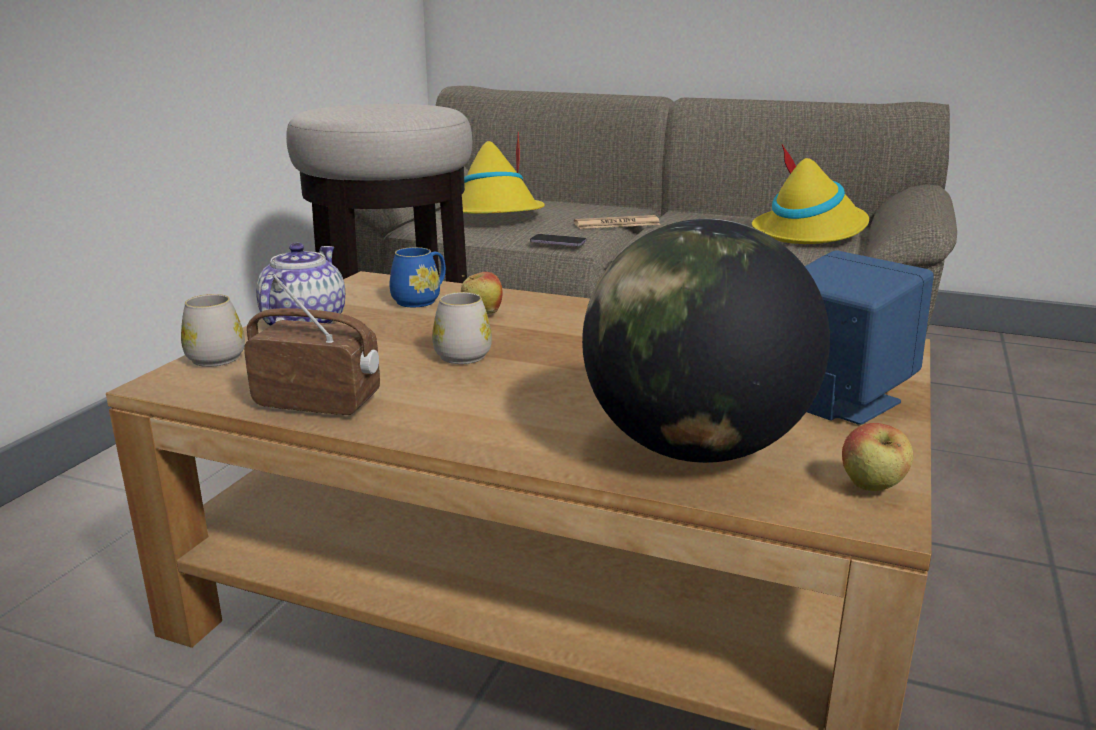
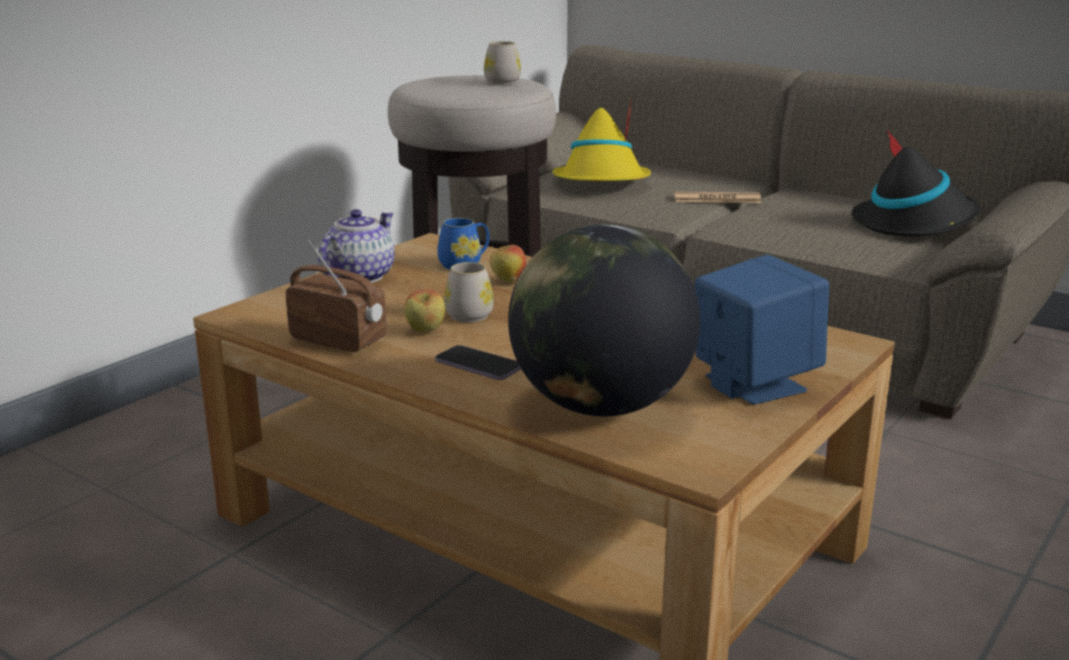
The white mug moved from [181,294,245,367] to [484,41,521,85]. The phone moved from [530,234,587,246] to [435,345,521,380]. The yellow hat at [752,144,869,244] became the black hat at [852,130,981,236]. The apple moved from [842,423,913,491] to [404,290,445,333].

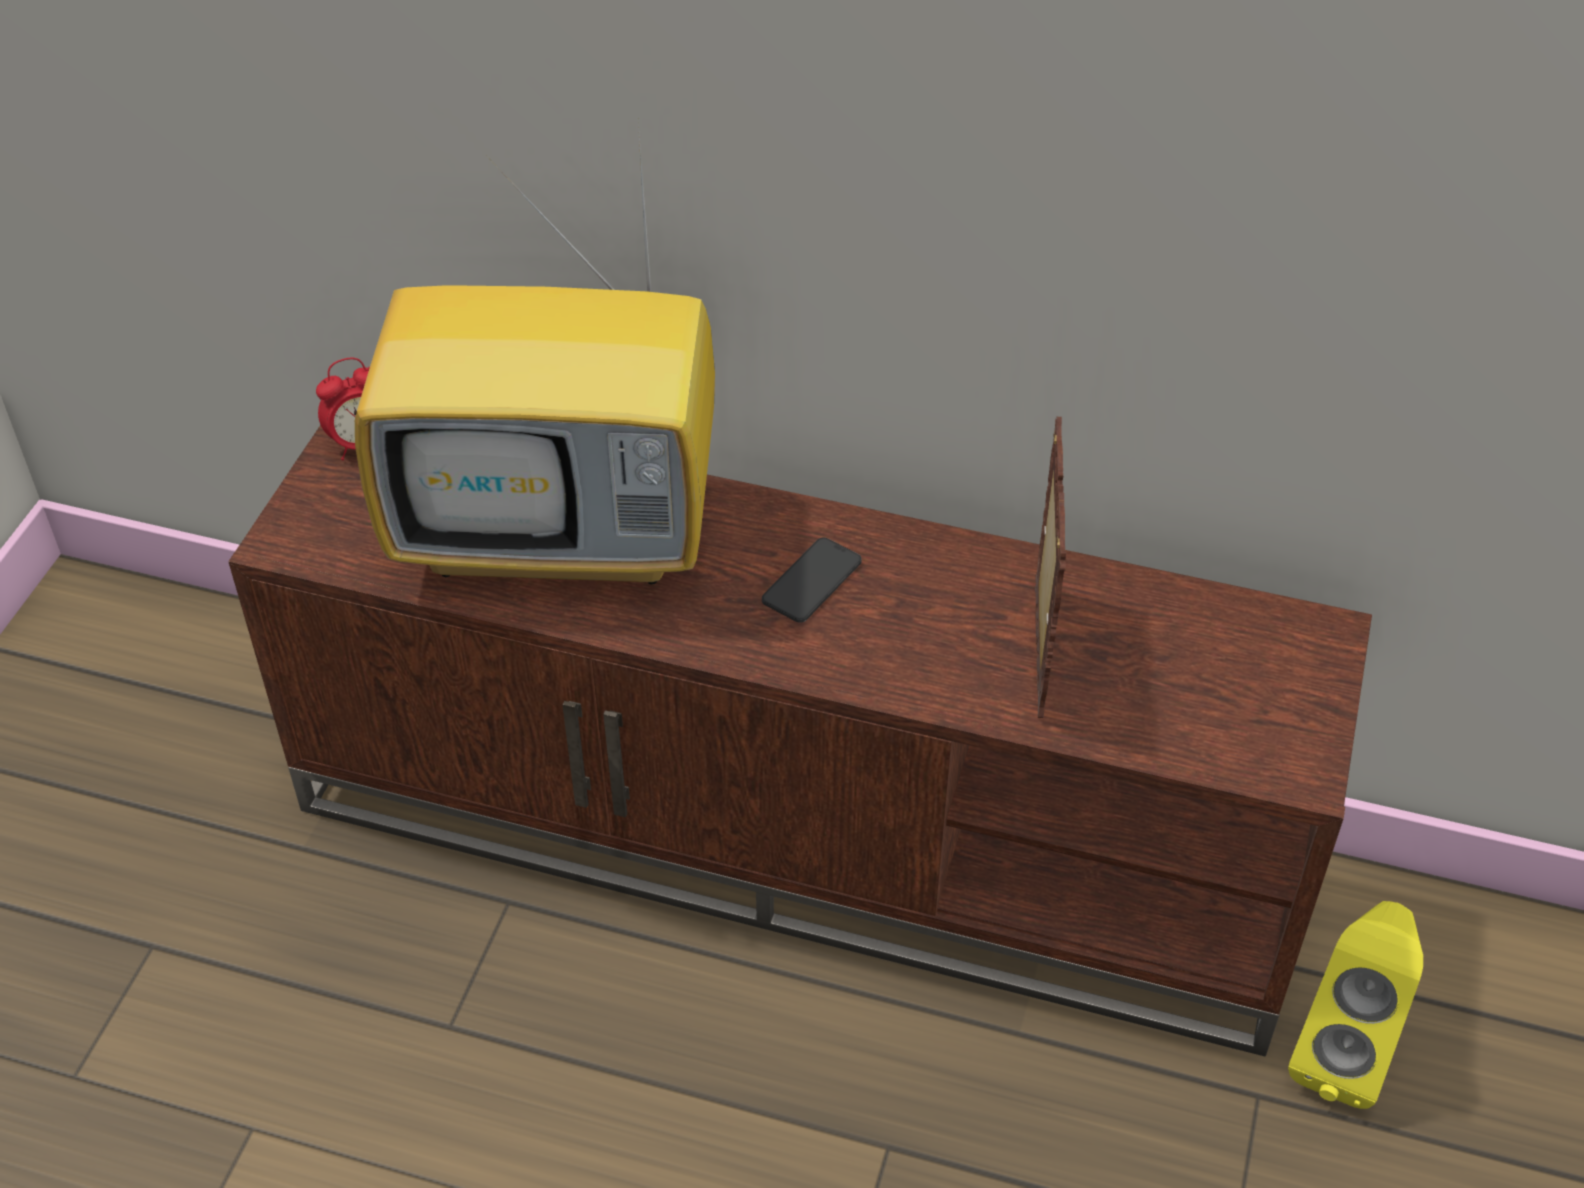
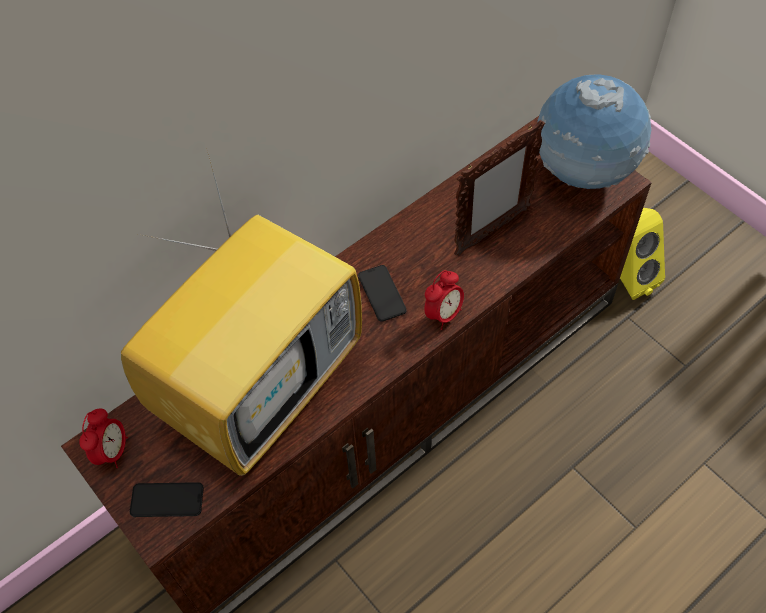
The picture frame at [1035,417,1066,718] turned 105 degrees clockwise. The phone at [130,482,204,517] appeared. The alarm clock at [424,270,464,330] appeared. The globe at [537,74,651,189] appeared.

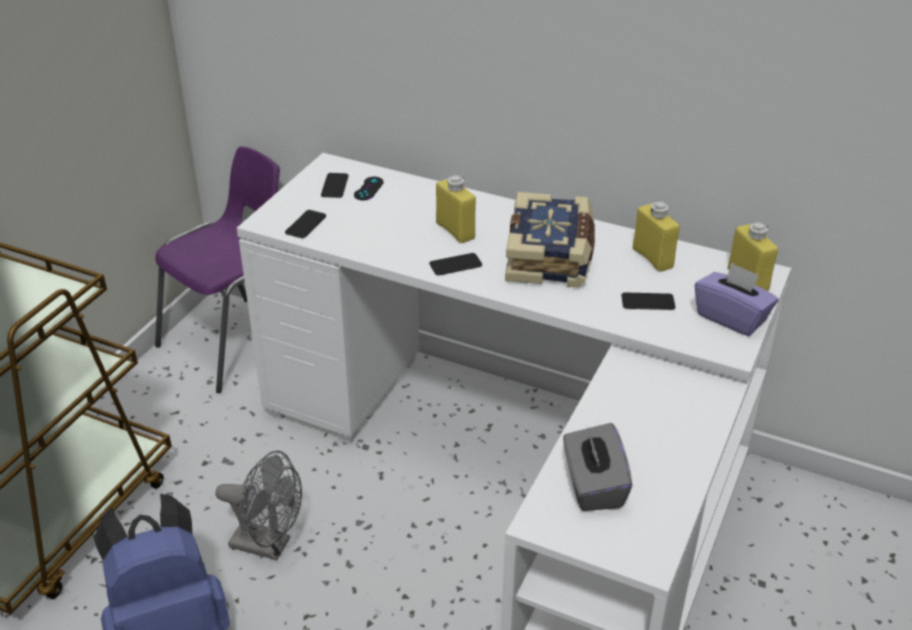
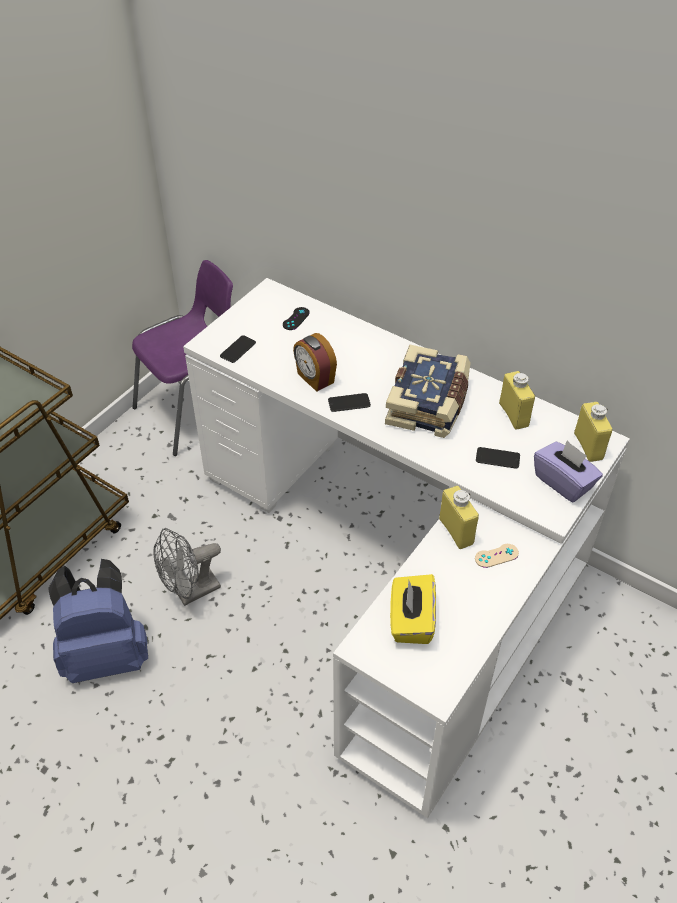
The grey fan at [215,450,302,560] turned 120 degrees clockwise. The phone at [321,173,349,198] disappeared. The yellow bottle moved from [436,175,476,243] to [439,486,479,549]. The grey tissue box at [563,423,632,511] became the yellow tissue box at [390,574,436,644]. The alarm clock at [293,333,337,392] appeared. The beige game controller at [475,544,519,568] appeared.

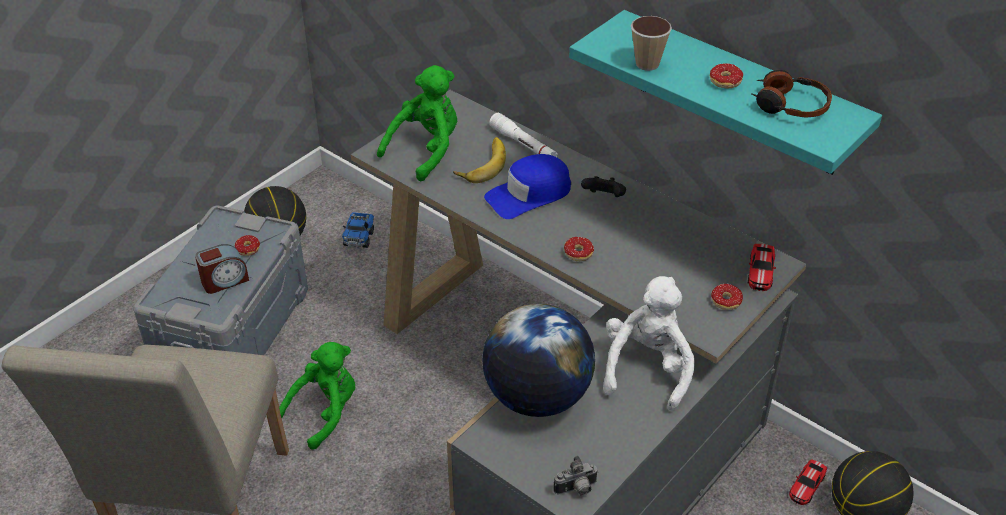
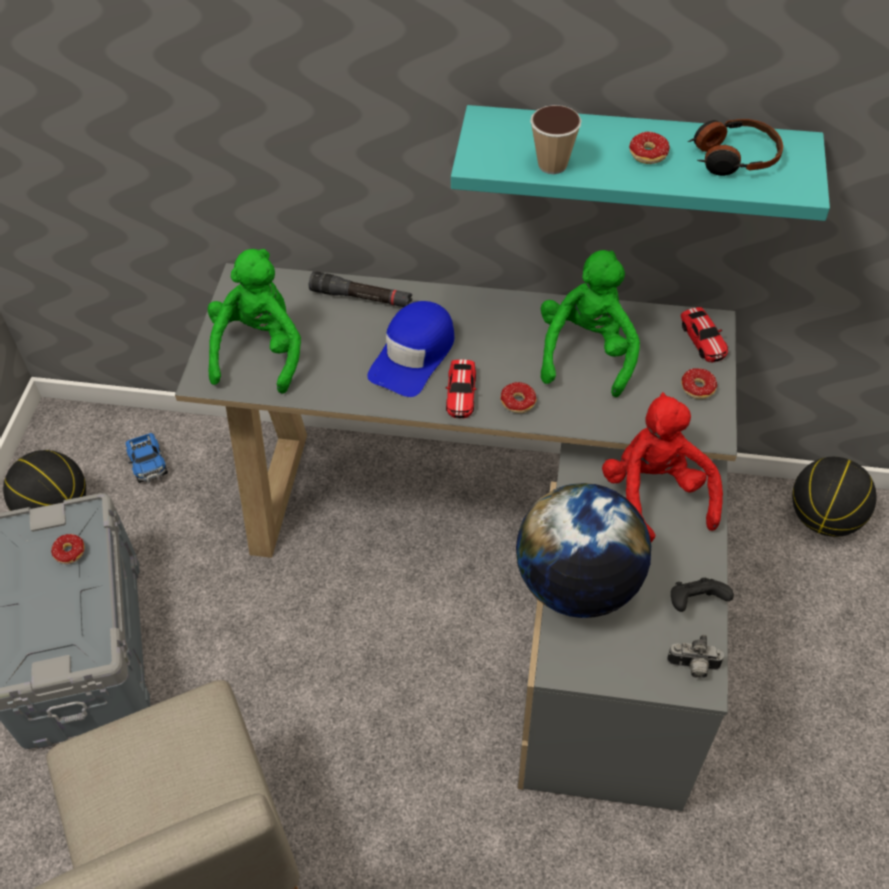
The alarm clock at [195,244,249,294] disappeared. The green plush toy moved from [279,342,355,450] to [541,250,640,397]. The banana at [453,137,506,183] disappeared. The white flashlight at [489,113,558,157] became the black flashlight at [309,271,412,307]. The photo camera at [553,456,598,496] turned 60 degrees clockwise. The black game controller moved from [581,176,626,197] to [671,578,734,612]. The white plush toy at [603,276,695,411] became the red plush toy at [602,392,723,542]. The toy car moved from [789,459,827,505] to [446,359,477,419].

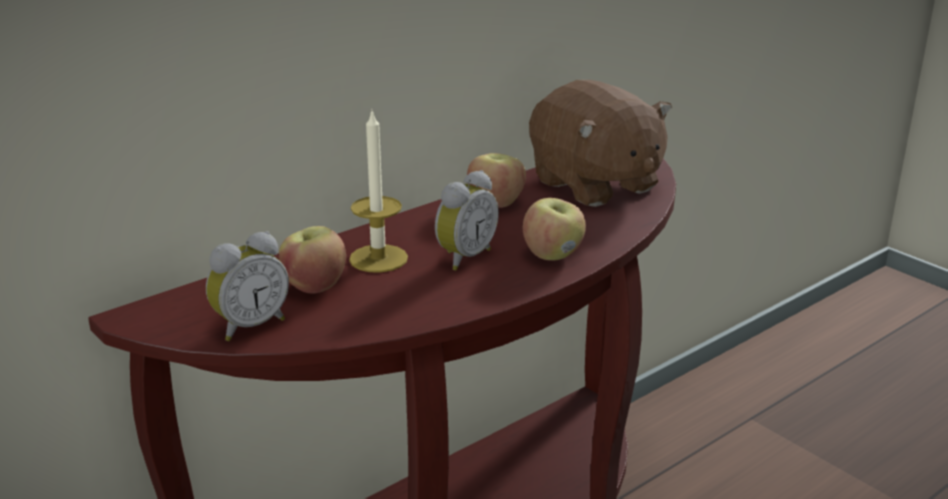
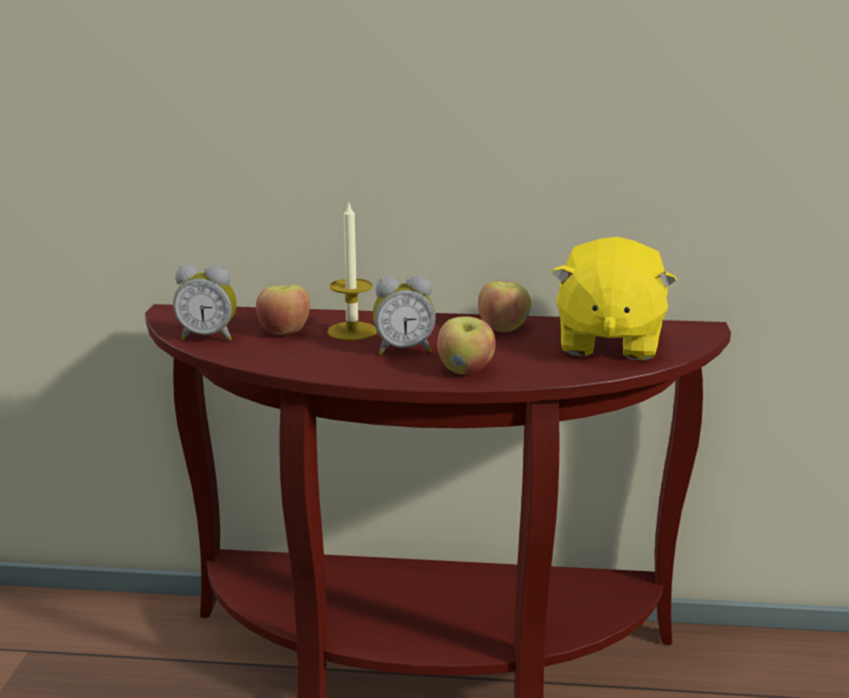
The brown plush toy at [529,80,672,207] became the yellow plush toy at [551,237,677,361].

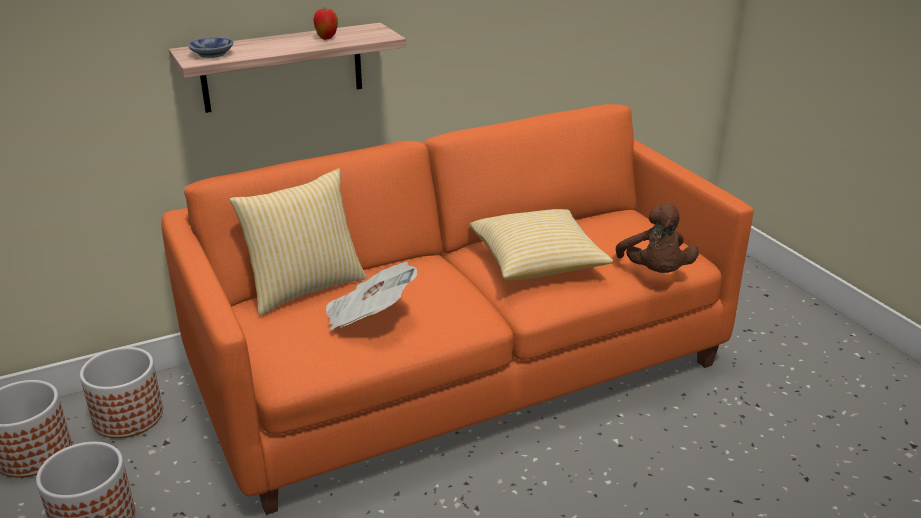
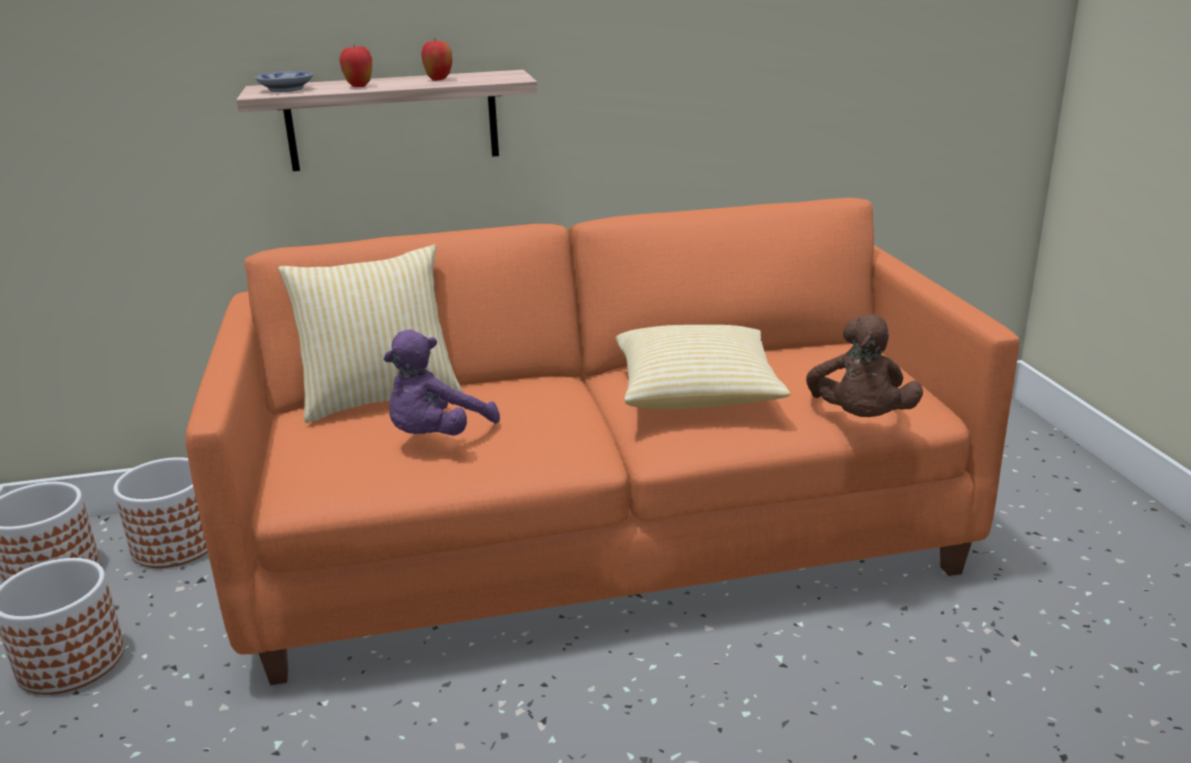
The newspaper at [326,262,417,330] was replaced by the purple plush toy at [383,329,500,435]. The apple at [339,44,372,87] appeared.

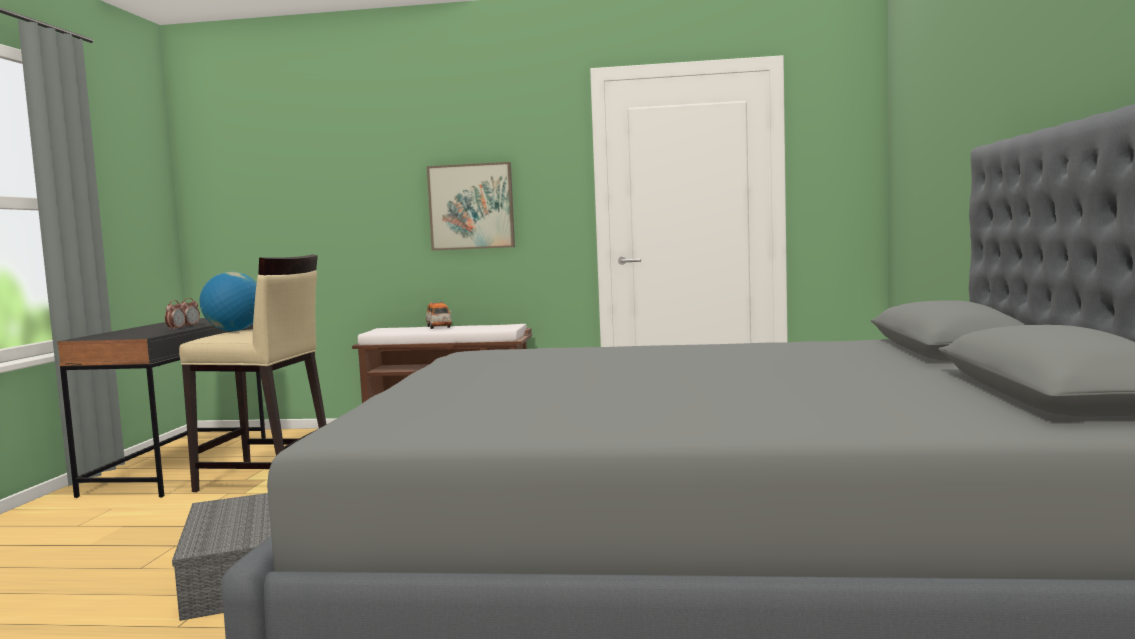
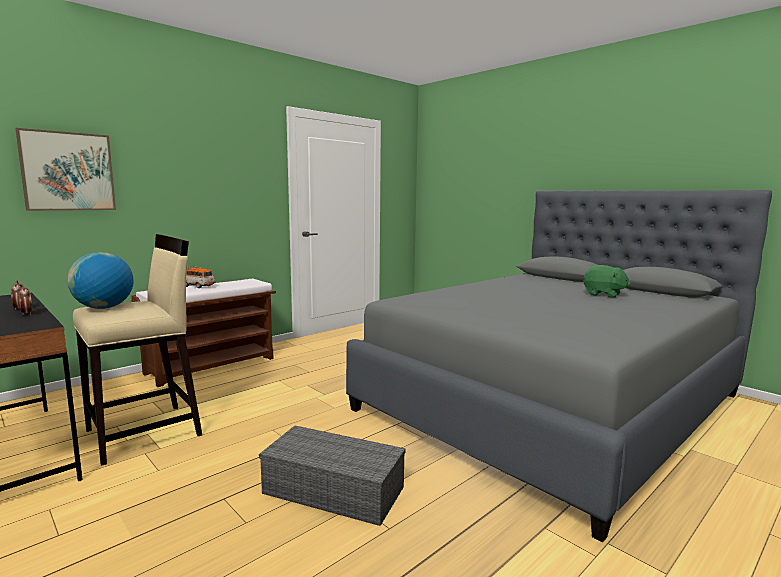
The picture moved from [427,162,515,251] to [15,128,116,211]. The green plush toy at [583,265,631,298] appeared.

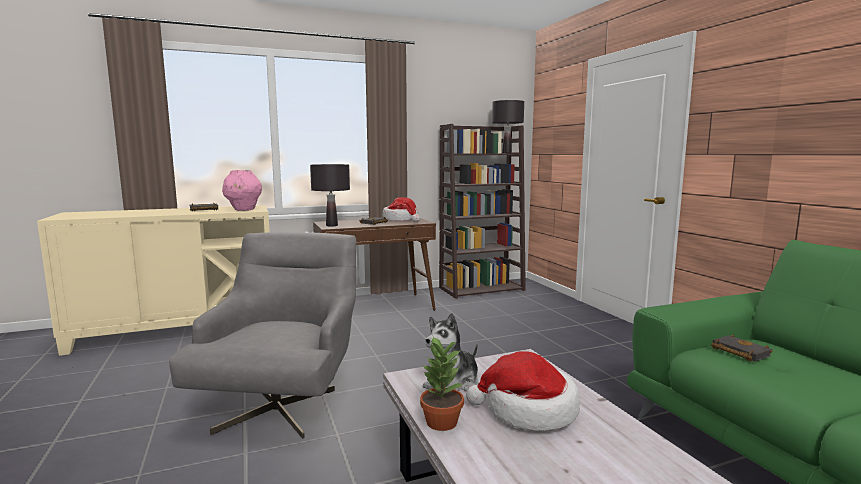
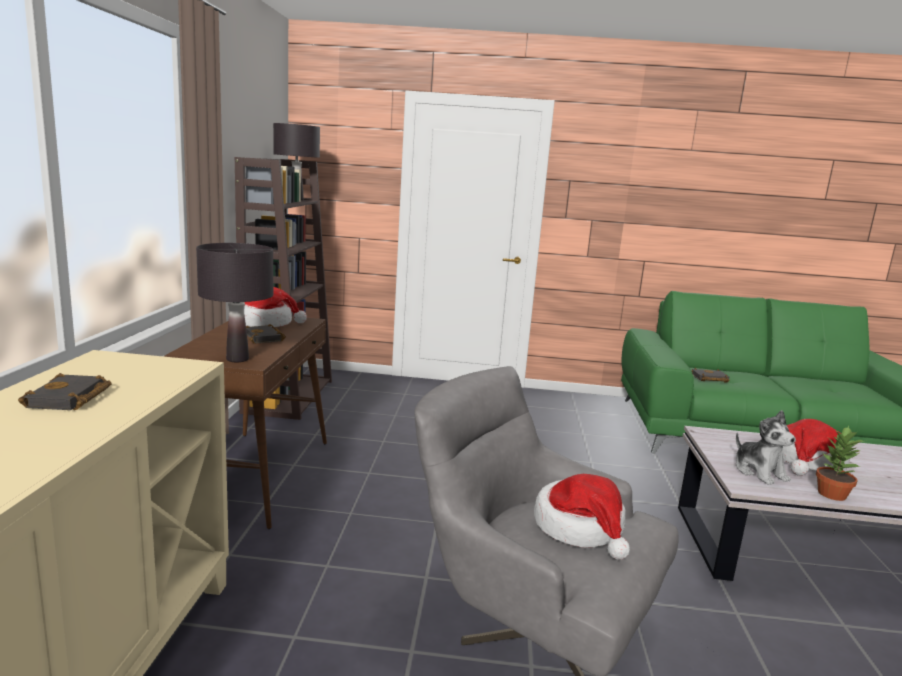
The pink vase at [222,170,262,211] disappeared. The hat at [534,474,630,560] appeared.

